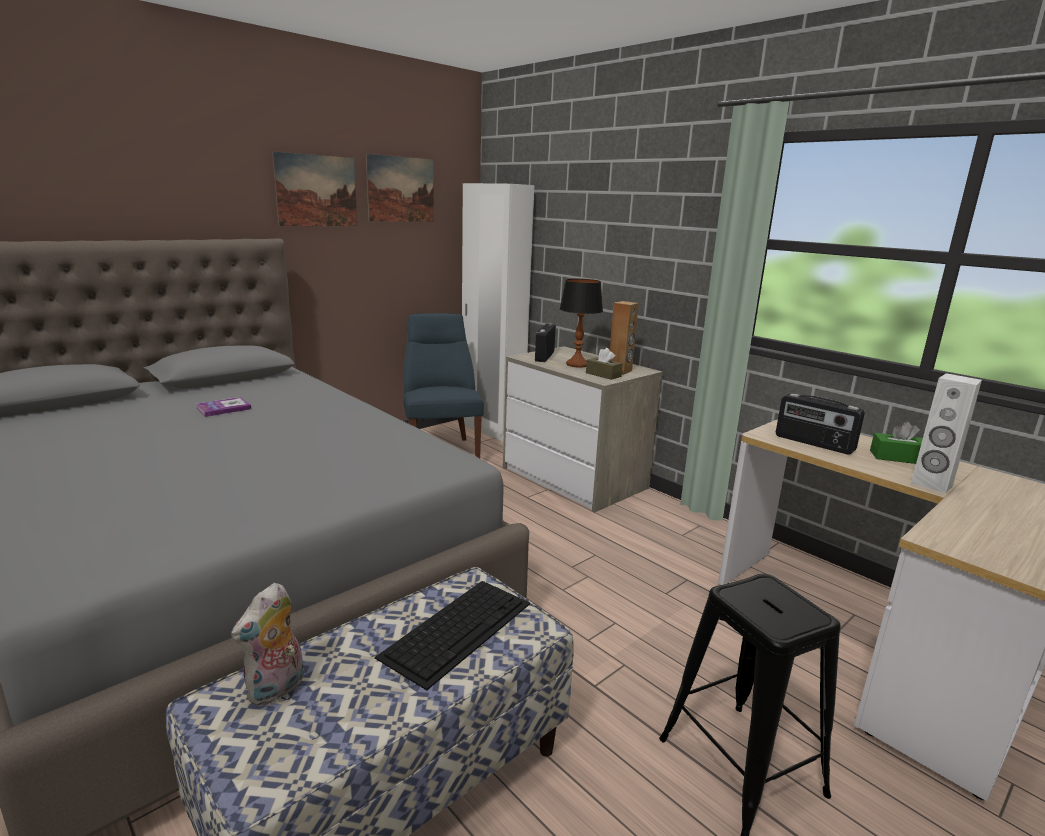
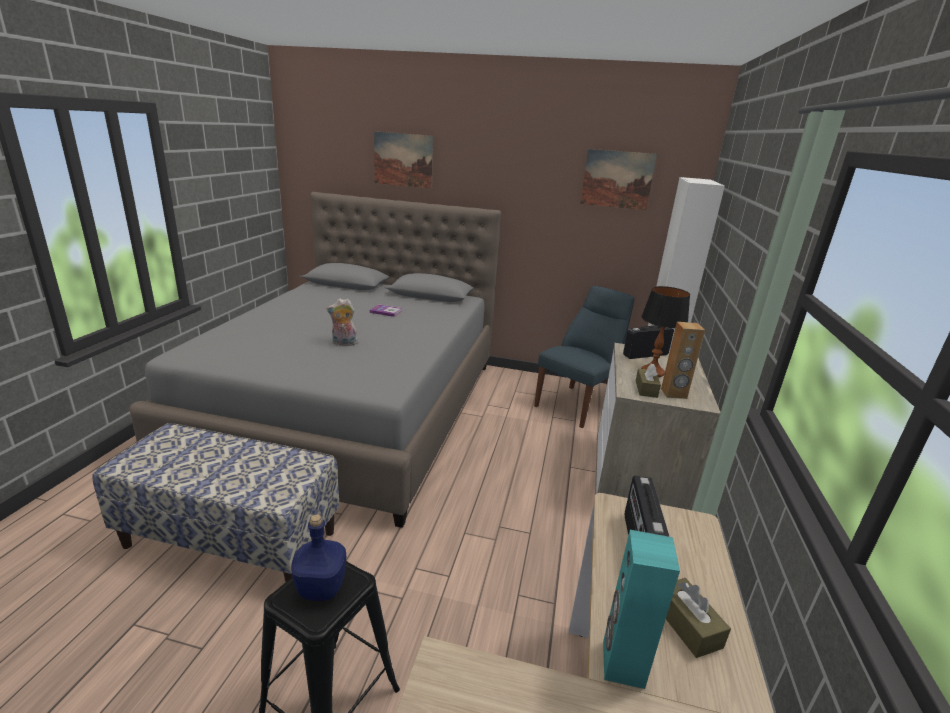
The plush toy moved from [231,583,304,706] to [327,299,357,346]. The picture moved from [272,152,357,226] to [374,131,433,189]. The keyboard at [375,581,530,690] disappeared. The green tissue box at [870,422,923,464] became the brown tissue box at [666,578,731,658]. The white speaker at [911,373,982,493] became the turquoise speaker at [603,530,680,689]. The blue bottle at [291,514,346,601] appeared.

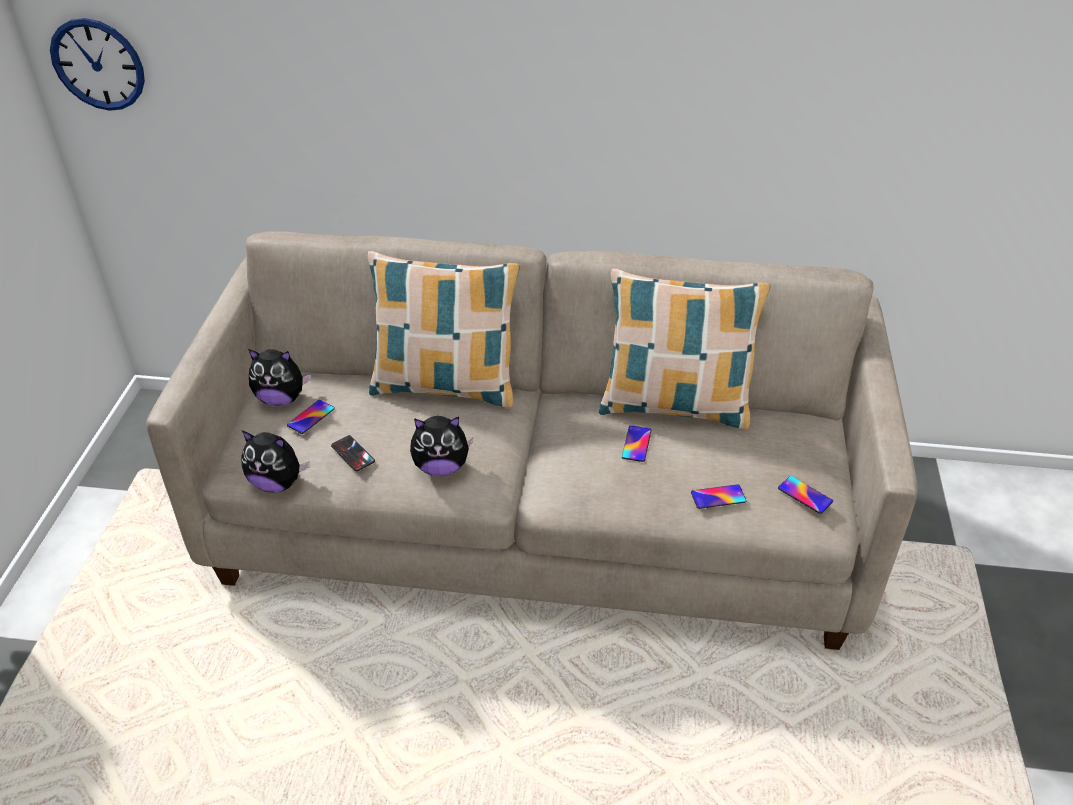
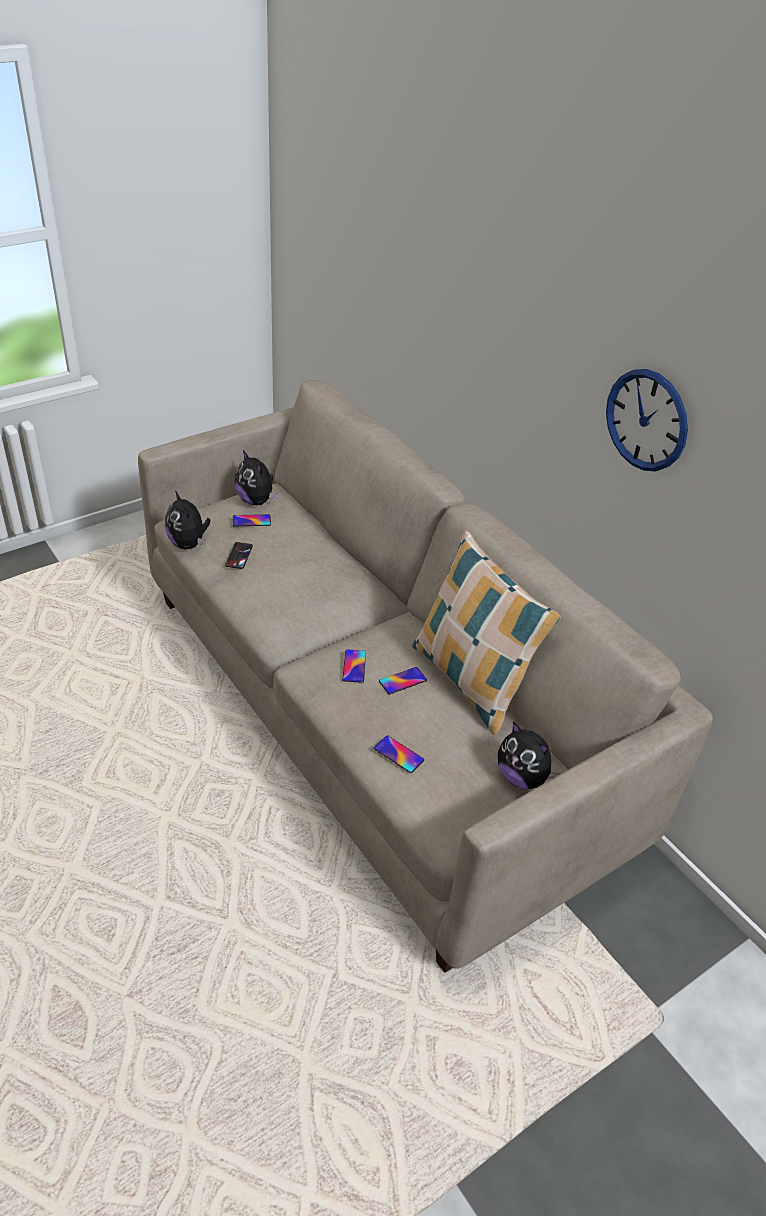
The wall clock moved from [50,18,145,111] to [606,369,688,472]. The pillow at [368,251,520,408] disappeared. The plush toy moved from [410,416,473,476] to [498,721,561,789]. The phone moved from [778,476,833,514] to [343,649,366,683].

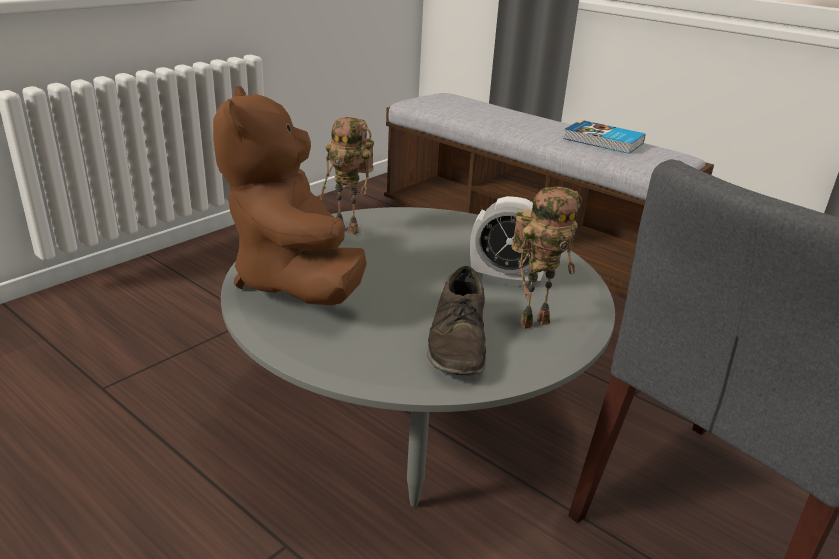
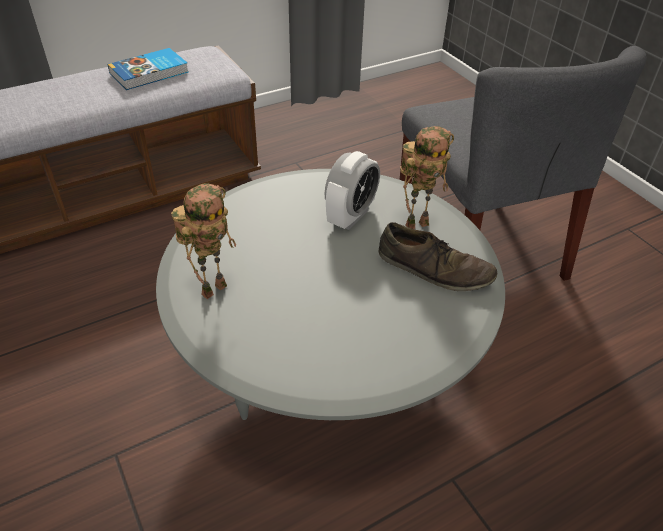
The brown plush toy at [213,86,367,305] disappeared. The toy robot at [512,186,582,329] turned 75 degrees clockwise.

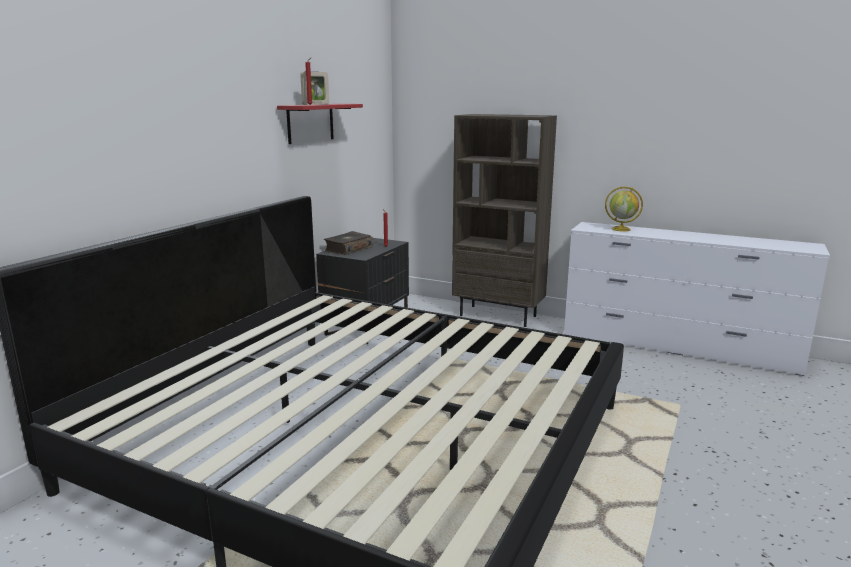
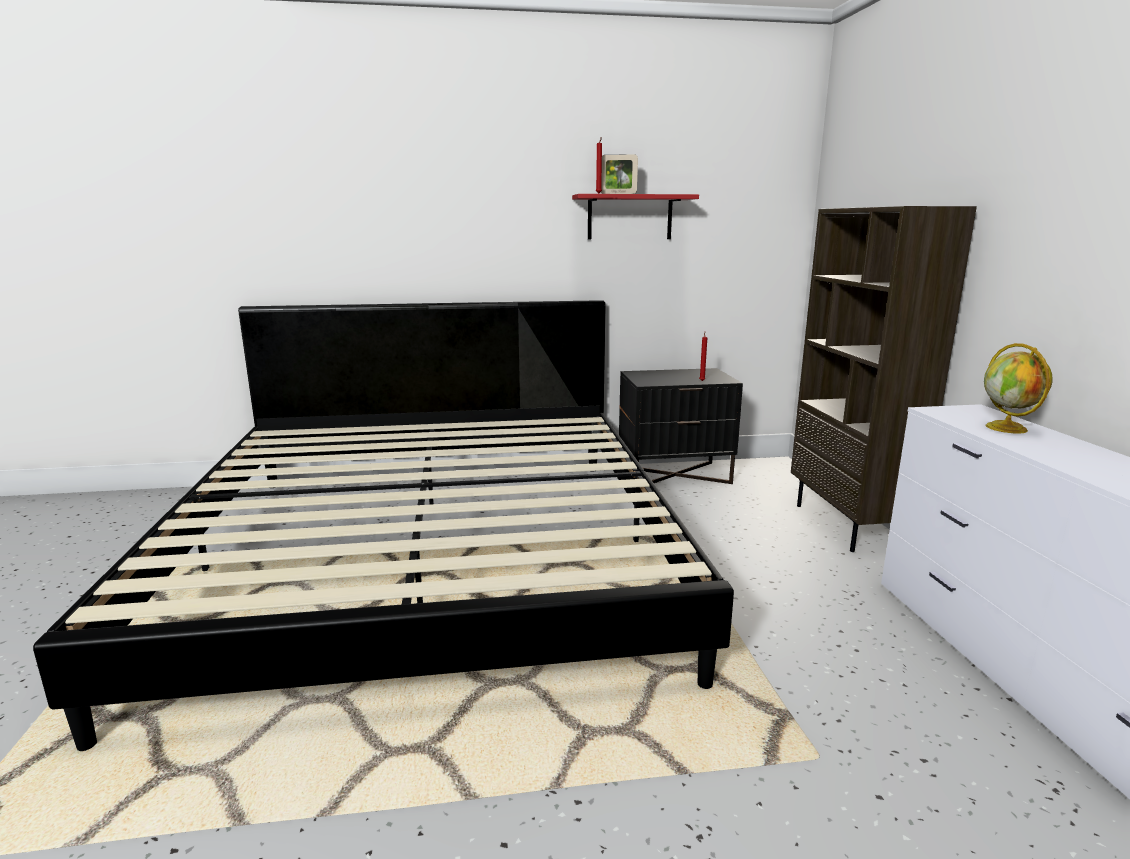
The book at [324,231,374,255] disappeared.

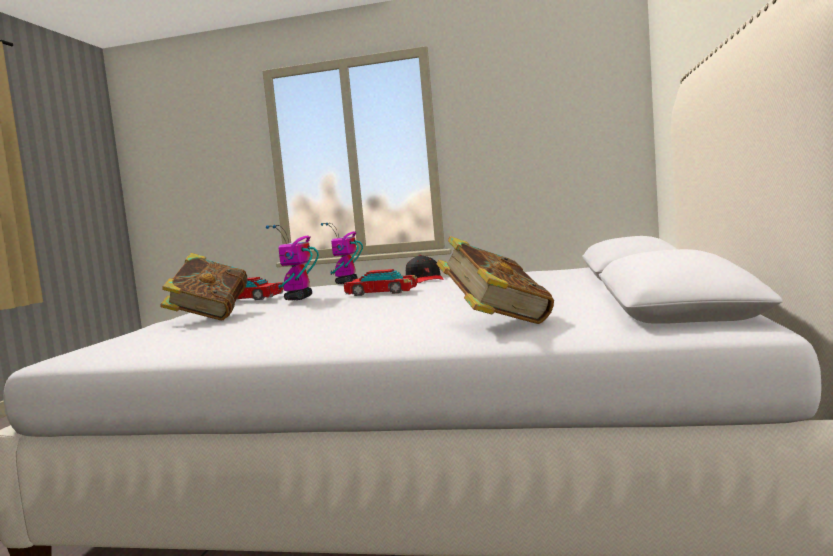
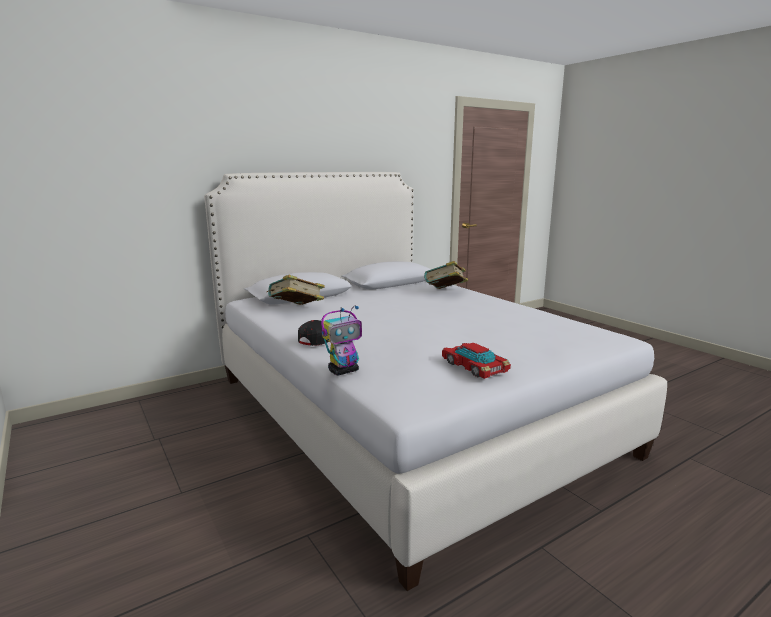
The book moved from [160,253,248,321] to [267,275,325,305]. The toy robot at [266,225,319,300] disappeared. The toy car at [344,269,418,296] disappeared.

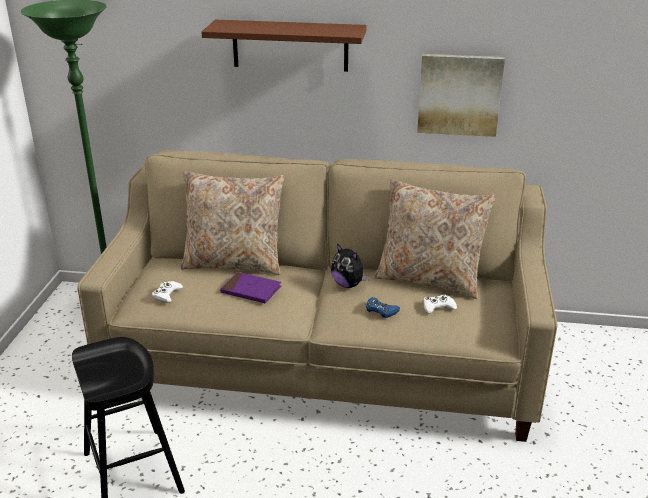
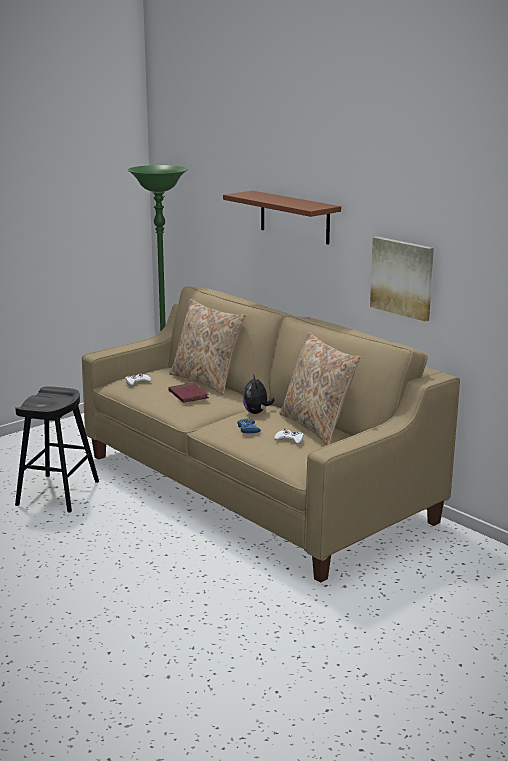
The purple book at [220,272,281,303] became the red book at [168,382,209,403].

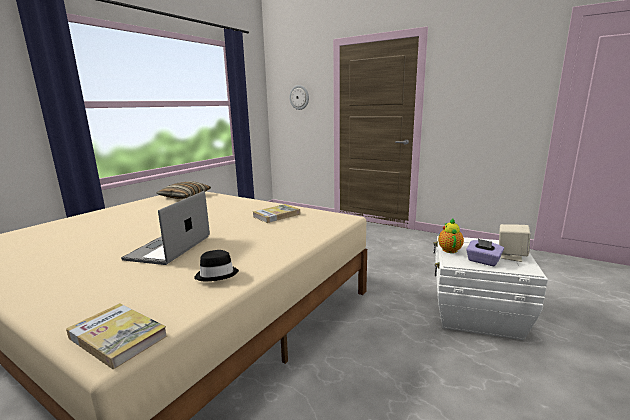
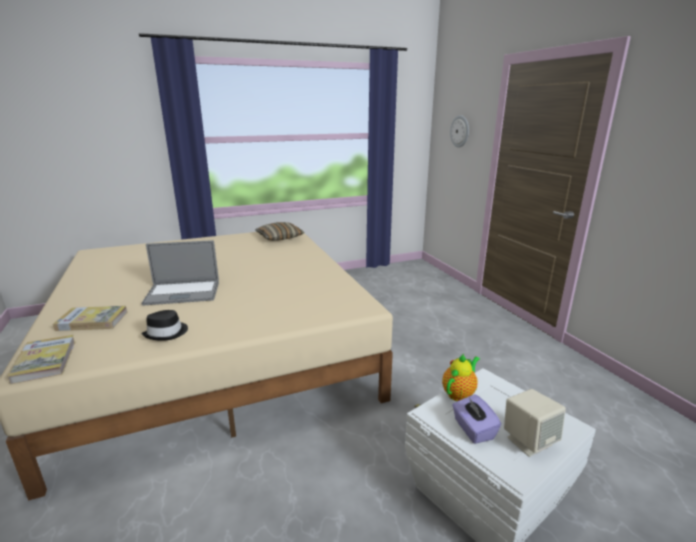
The laptop at [121,191,210,265] turned 150 degrees counterclockwise. The book moved from [253,204,300,223] to [53,306,127,331].

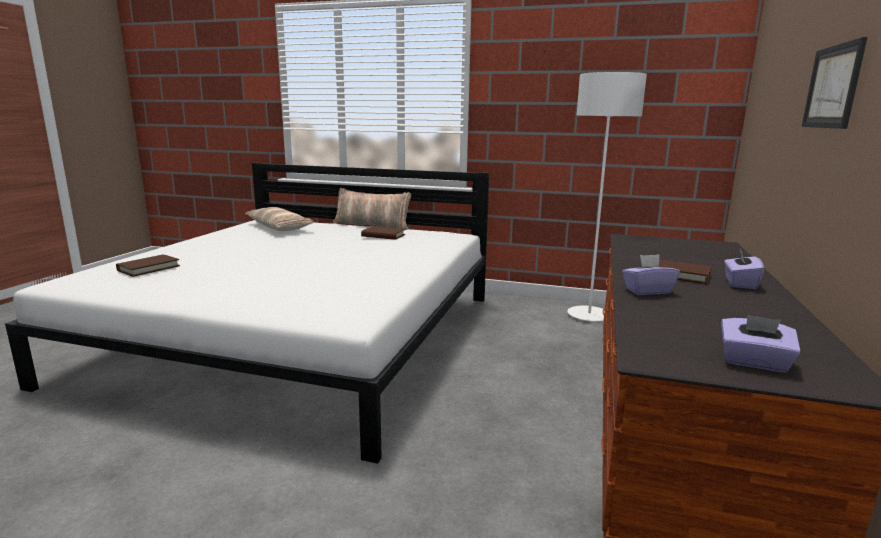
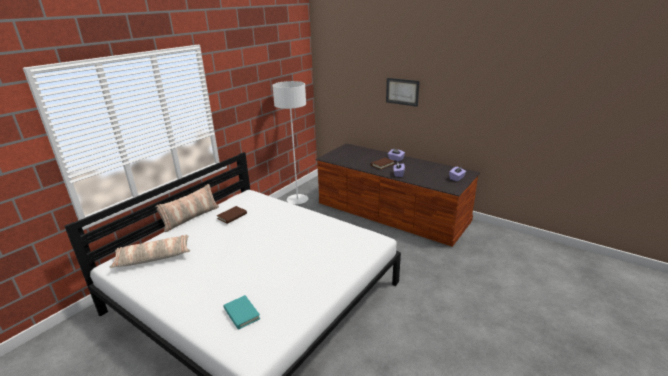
The brown book at [116,254,180,277] became the turquoise book at [224,295,261,330].

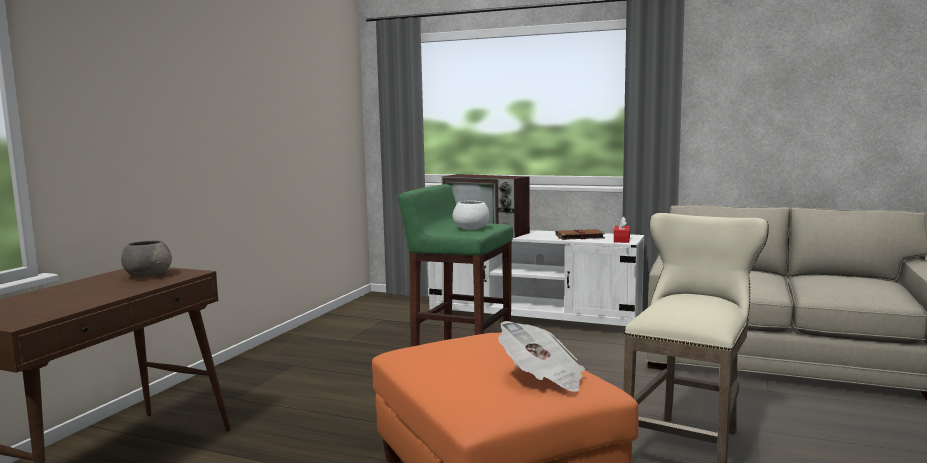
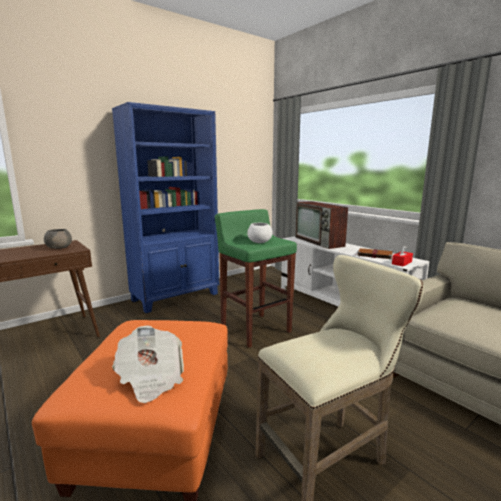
The blue bookcase at [112,102,219,313] appeared.

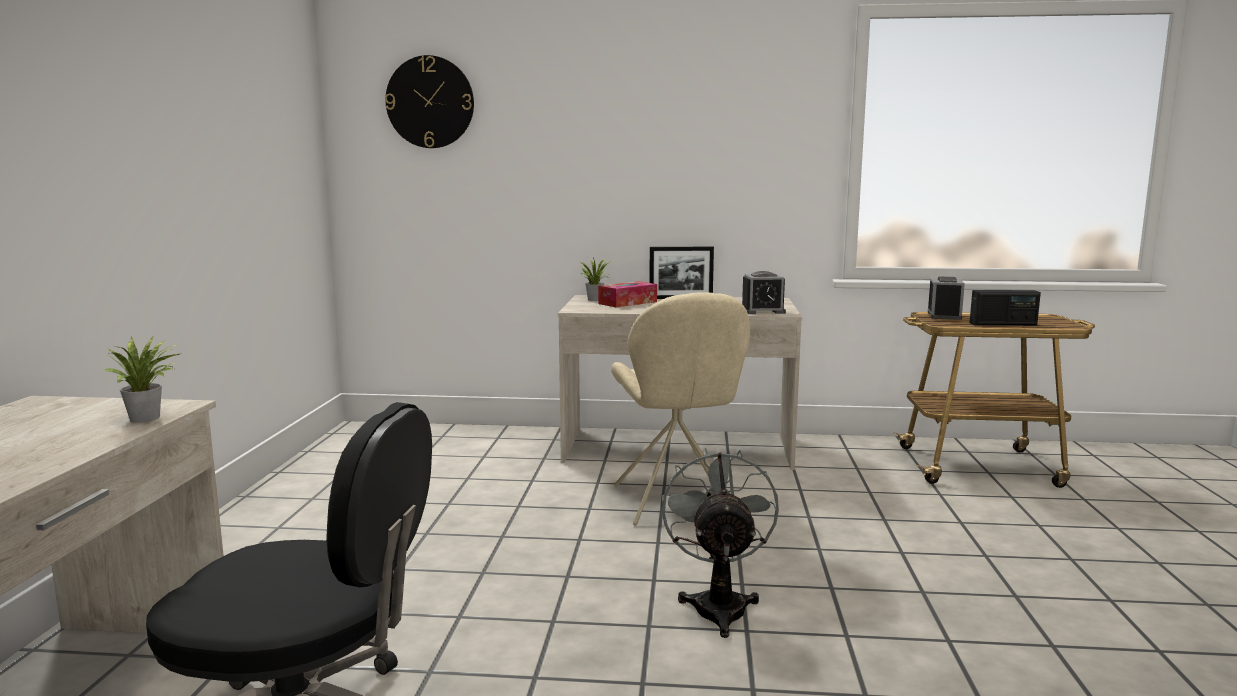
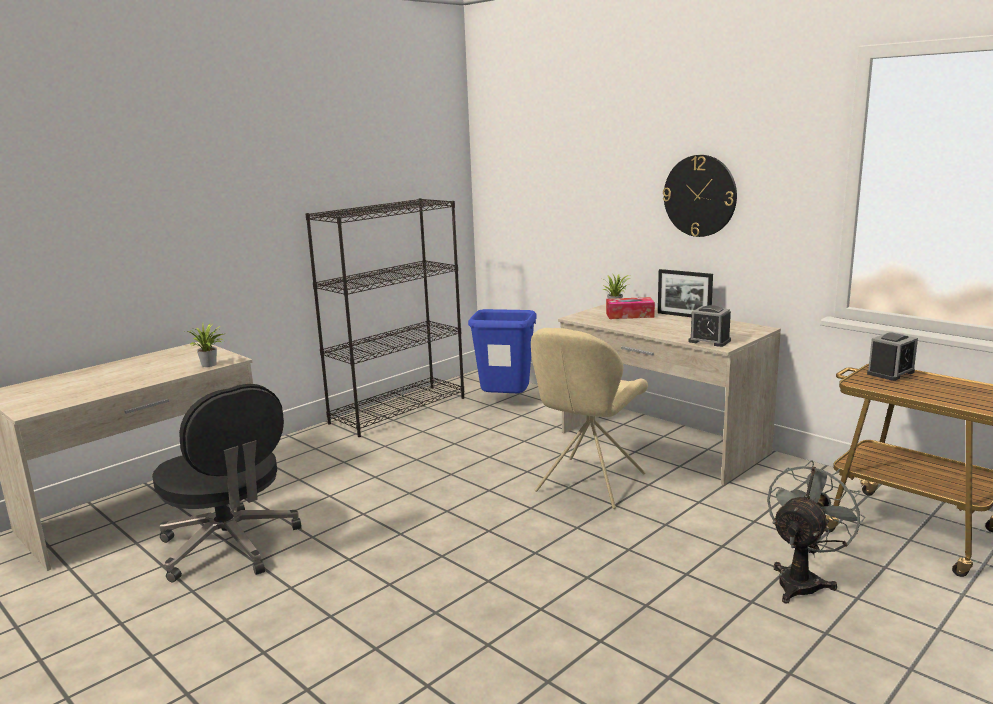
The wall clock moved from [385,55,474,148] to [663,155,737,237]. The grey fan moved from [662,448,779,638] to [767,460,865,604]. The radio at [970,290,1041,326] disappeared. The black bookcase at [305,198,464,437] appeared. The blue trash can at [468,309,537,393] appeared.

